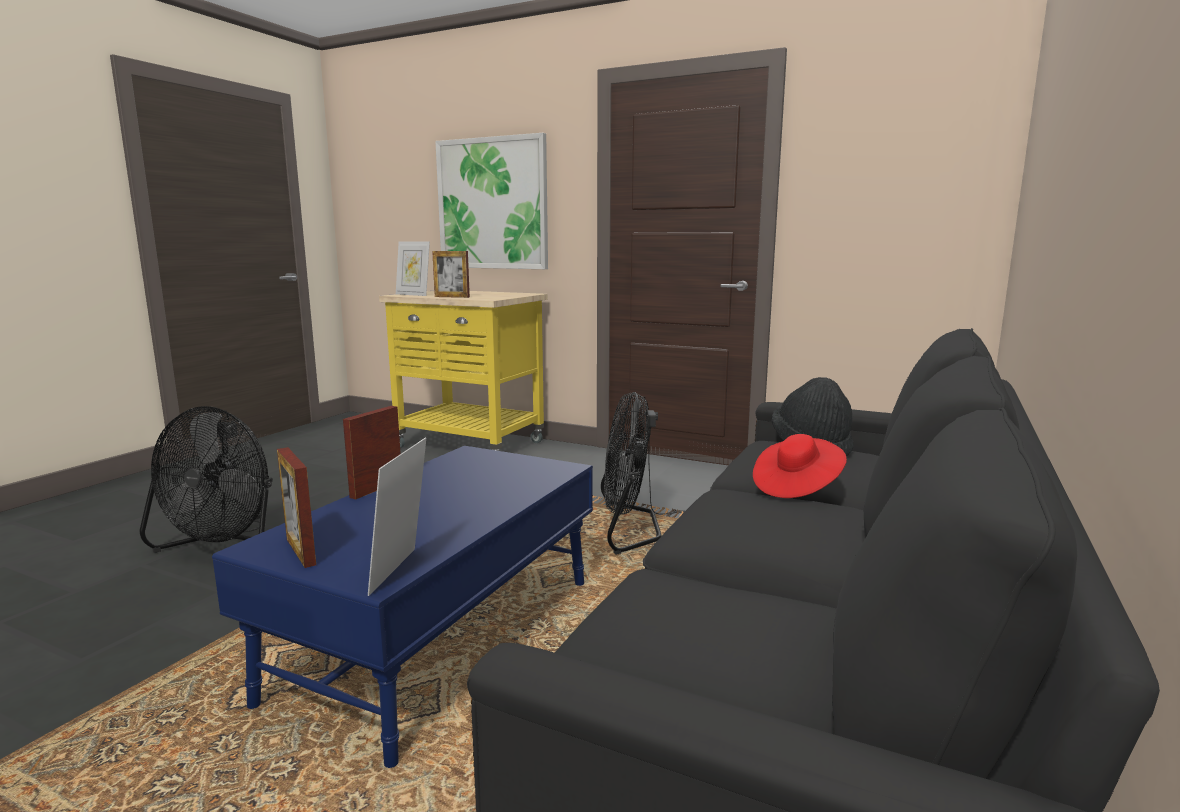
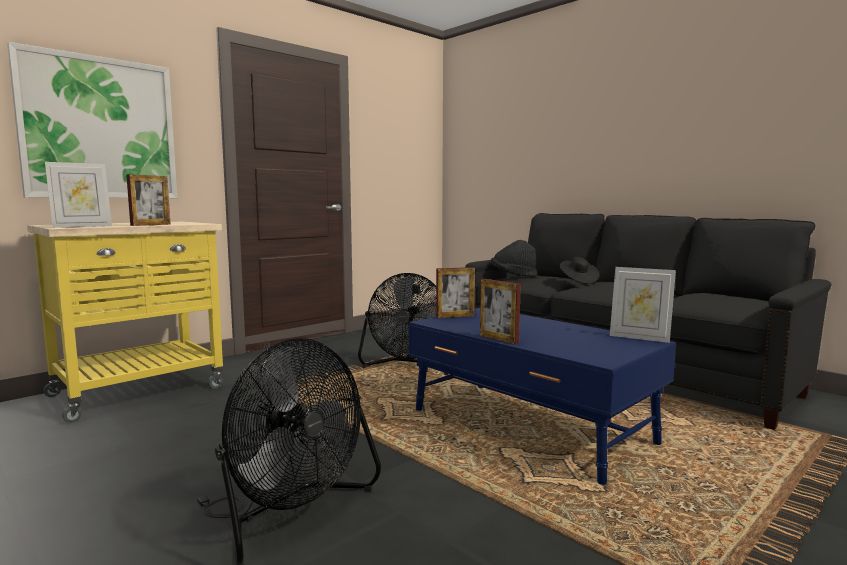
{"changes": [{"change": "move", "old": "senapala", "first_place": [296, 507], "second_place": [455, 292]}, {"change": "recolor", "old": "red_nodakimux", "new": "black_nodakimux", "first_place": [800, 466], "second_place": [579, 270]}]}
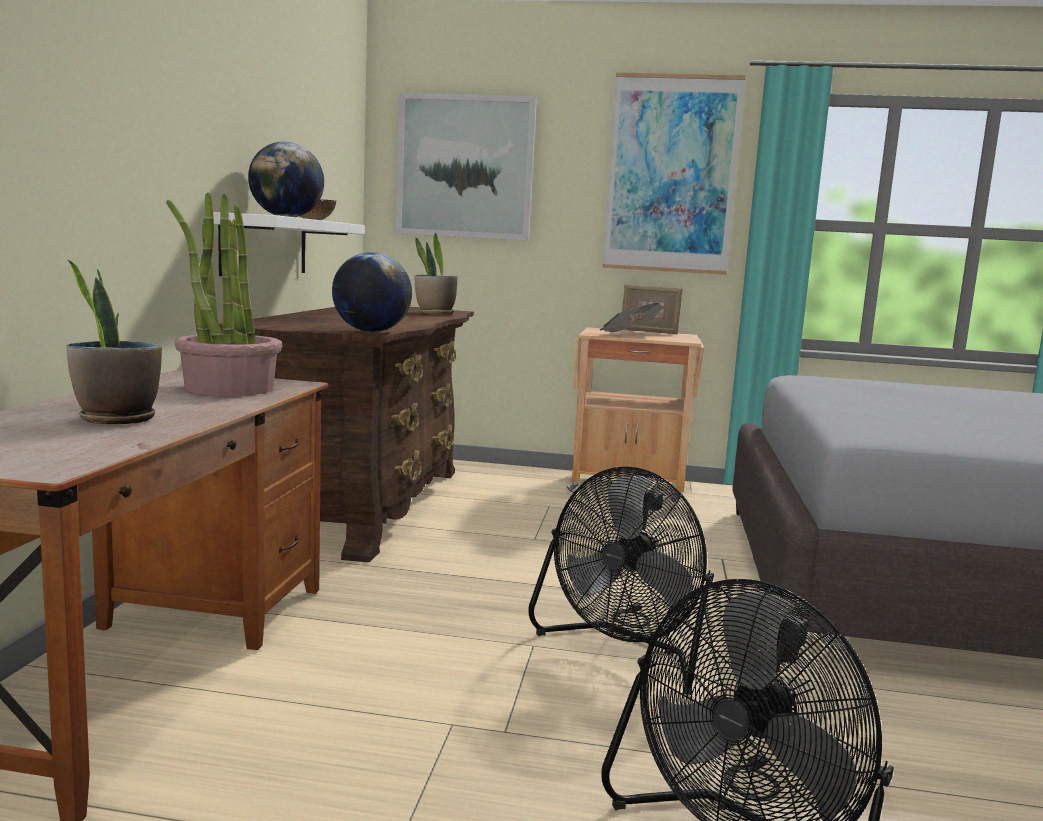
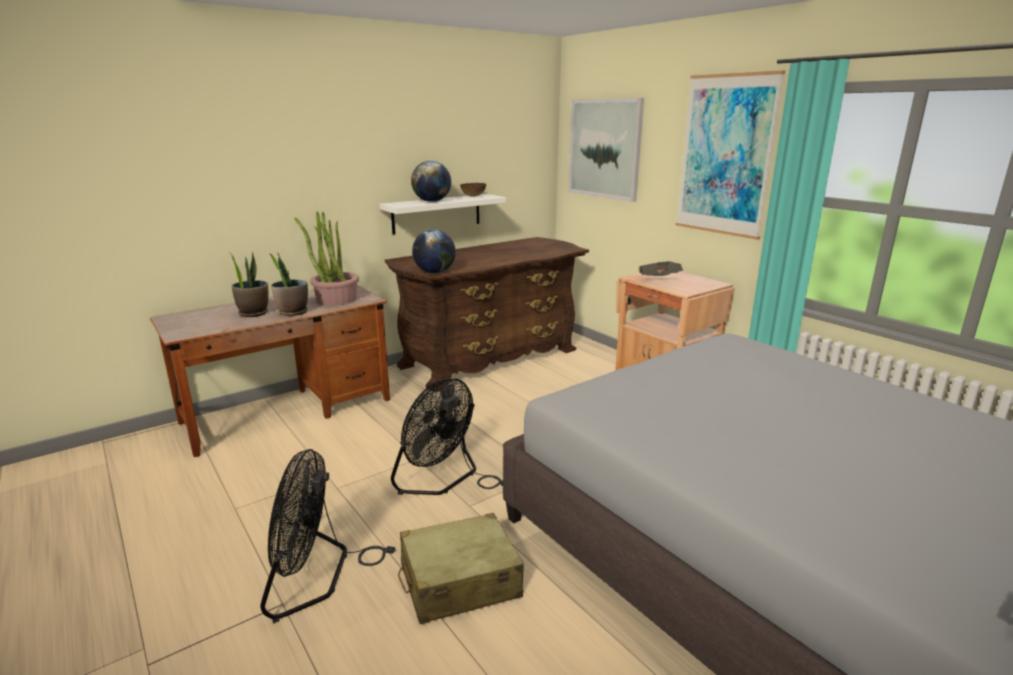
{"changes": [{"change": "move", "old": "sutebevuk", "first_place": [435, 274], "second_place": [288, 284]}, {"change": "rotate", "old": "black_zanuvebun", "first_place": [621, 581], "second_place": [447, 436], "degrees": 45}, {"change": "delete", "old": "senapala", "first_place": [652, 309]}, {"change": "insert", "new": "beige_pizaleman", "second_place": [461, 568]}]}
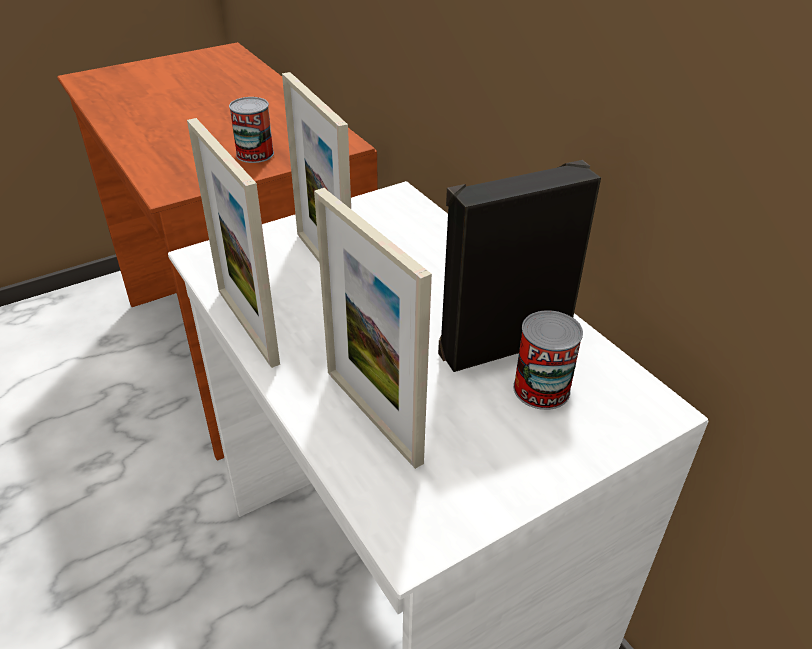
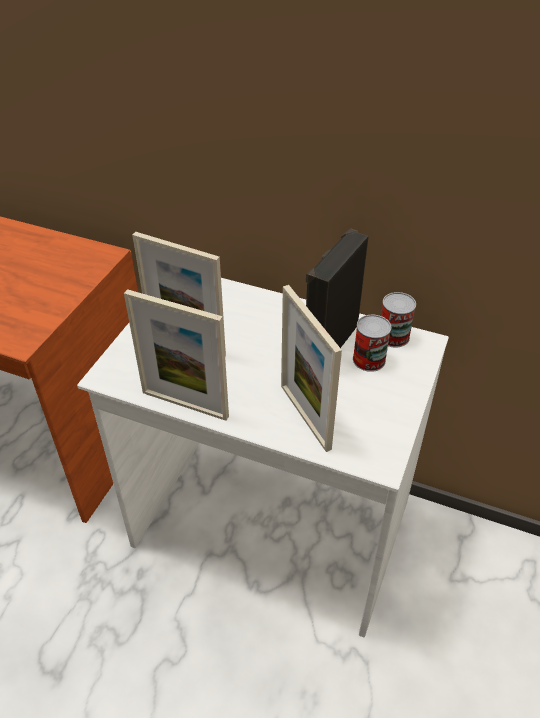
{"changes": [{"change": "move", "old": "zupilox", "first_place": [251, 130], "second_place": [398, 320]}, {"change": "rotate", "old": "senapala", "first_place": [373, 328], "second_place": [311, 368], "degrees": 45}]}
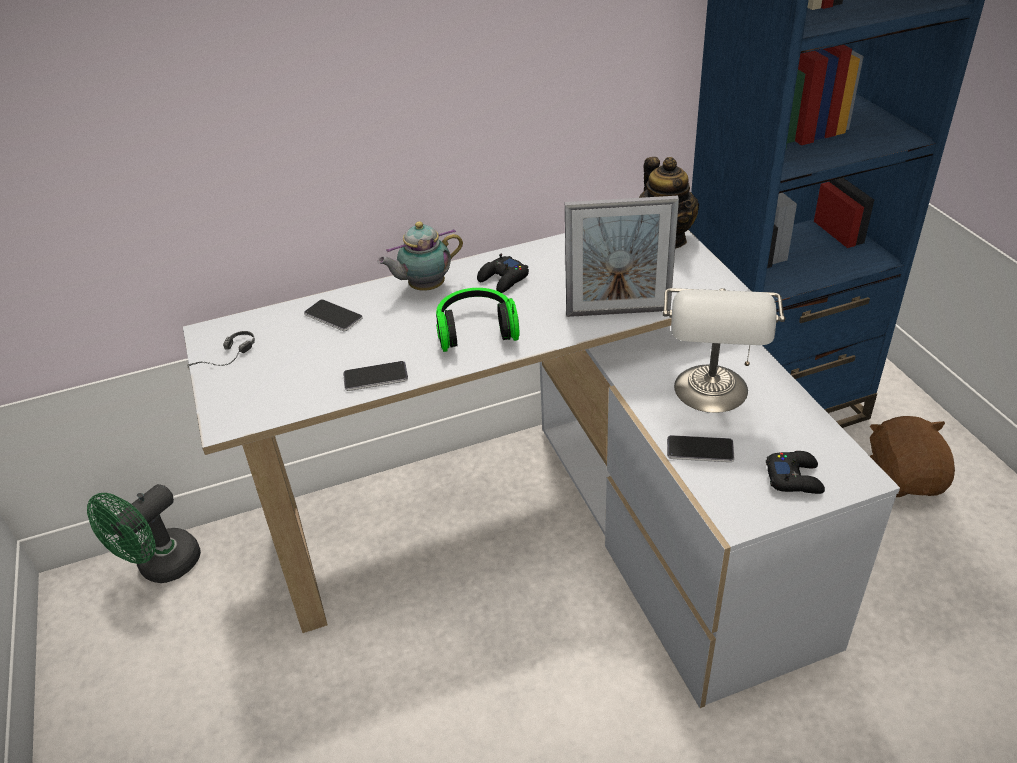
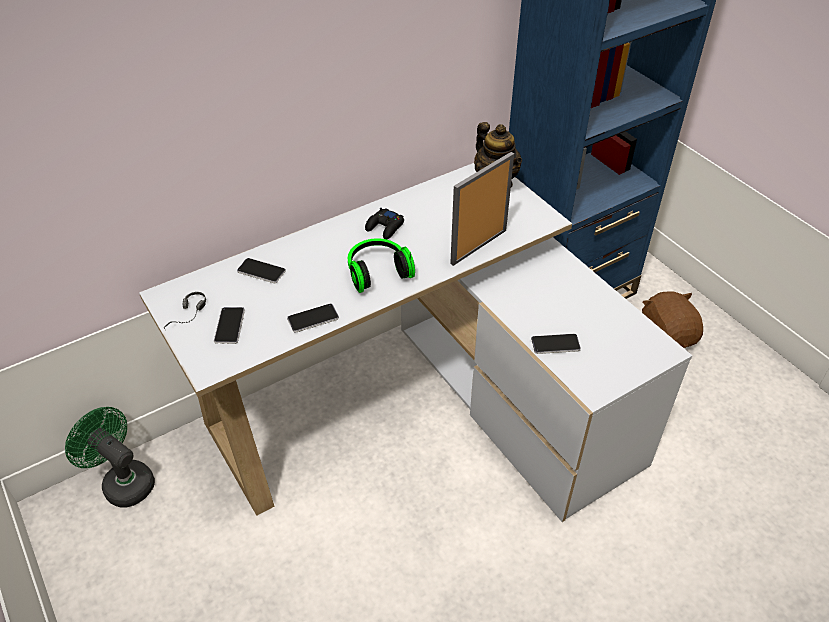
{"changes": [{"change": "rotate", "old": "green_zanuvebun", "first_place": [144, 533], "second_place": [110, 457], "degrees": 105}, {"change": "delete", "old": "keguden", "first_place": [420, 256]}, {"change": "rotate", "old": "senapala", "first_place": [622, 256], "second_place": [482, 209], "degrees": 150}, {"change": "delete", "old": "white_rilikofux", "first_place": [723, 350]}, {"change": "delete", "old": "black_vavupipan", "first_place": [795, 472]}, {"change": "insert", "new": "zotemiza", "second_place": [229, 325]}]}
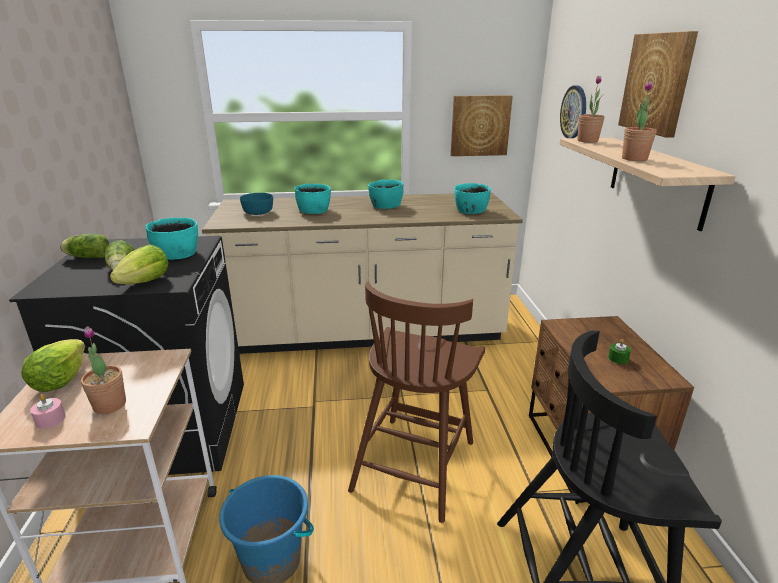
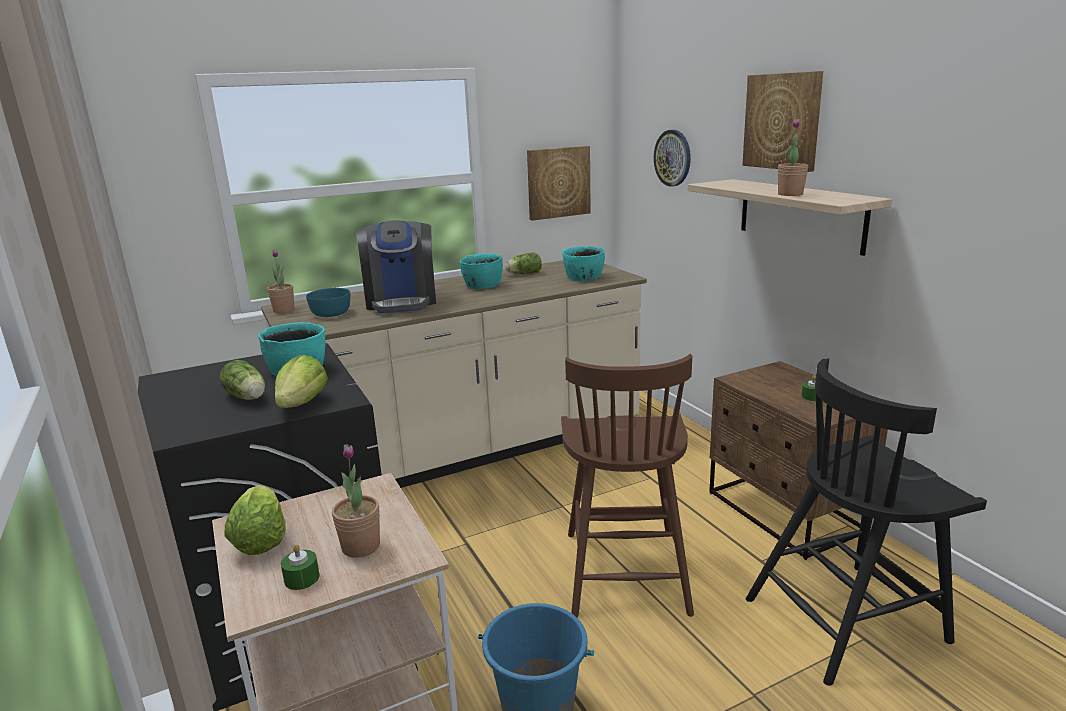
{"changes": [{"change": "recolor", "old": "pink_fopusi", "new": "green_fopusi", "first_place": [48, 411], "second_place": [300, 567]}, {"change": "move", "old": "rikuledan", "first_place": [84, 246], "second_place": [523, 263]}, {"change": "replace", "old": "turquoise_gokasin", "new": "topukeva", "first_place": [313, 199], "second_place": [396, 266]}, {"change": "move", "old": "sutebevuk", "first_place": [591, 109], "second_place": [280, 281]}]}
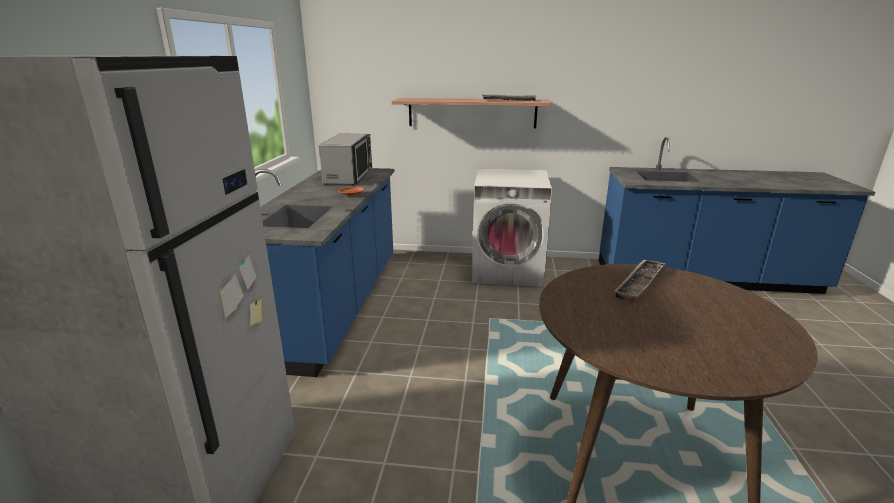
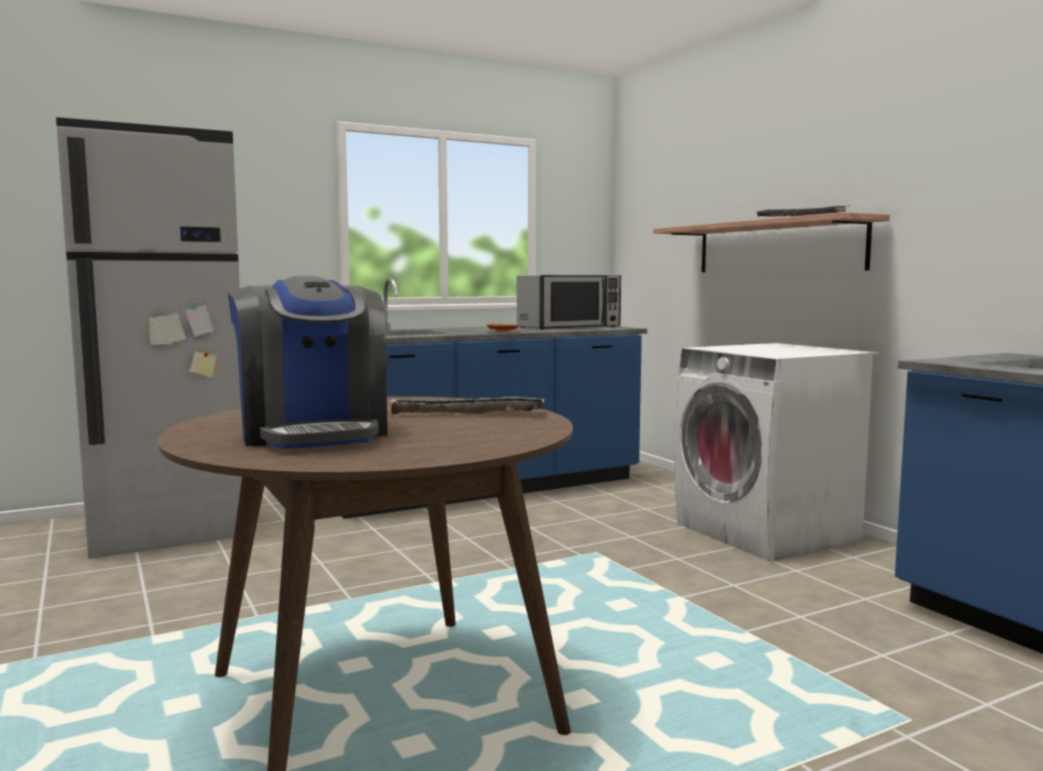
{"changes": [{"change": "insert", "new": "topukeva", "second_place": [307, 362]}]}
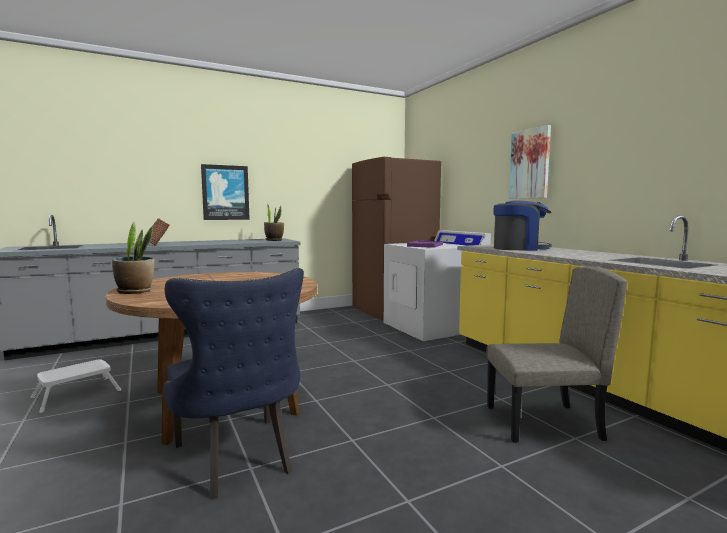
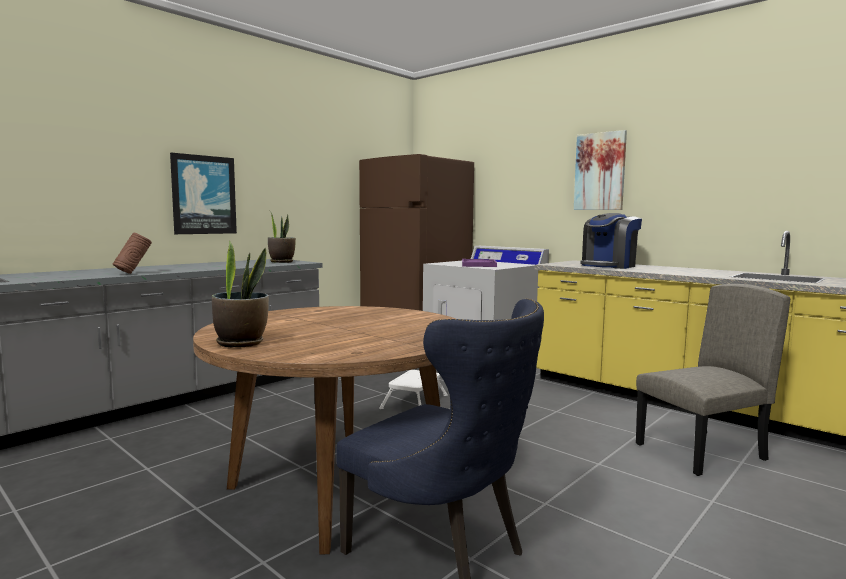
{"changes": [{"change": "move", "old": "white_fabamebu", "first_place": [76, 386], "second_place": [413, 389]}, {"change": "rotate", "old": "topukeva", "first_place": [522, 226], "second_place": [611, 241], "degrees": 150}]}
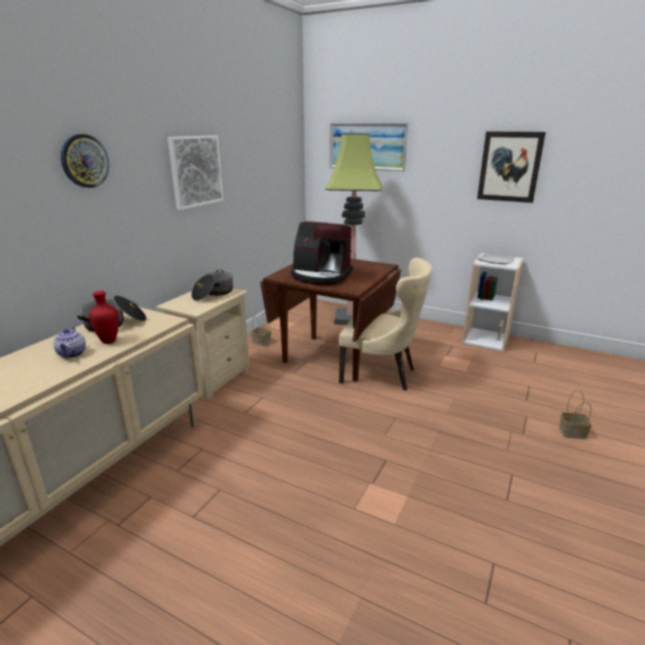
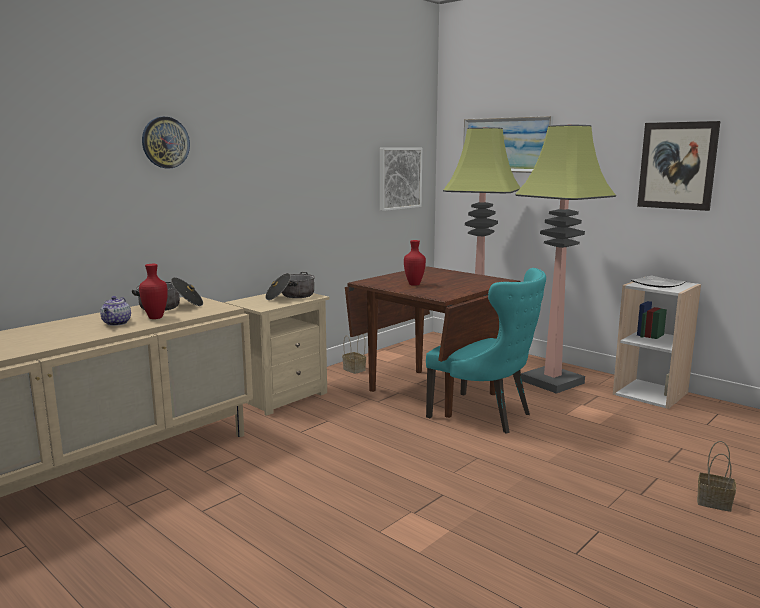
{"changes": [{"change": "move", "old": "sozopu", "first_place": [195, 172], "second_place": [401, 179]}, {"change": "replace", "old": "topukeva", "new": "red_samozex", "first_place": [322, 253], "second_place": [415, 263]}, {"change": "recolor", "old": "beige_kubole", "new": "turquoise_kubole", "first_place": [385, 324], "second_place": [486, 351]}, {"change": "insert", "new": "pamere", "second_place": [565, 259]}]}
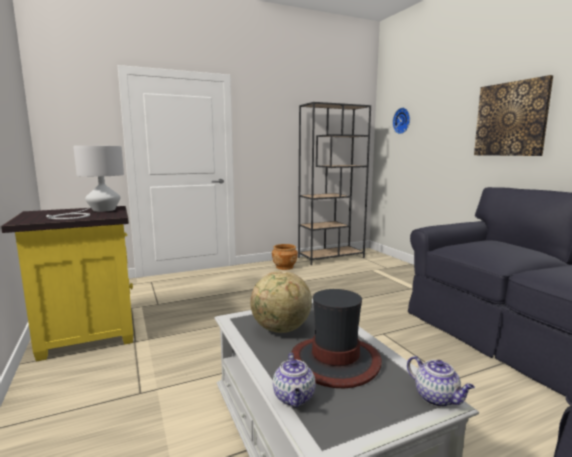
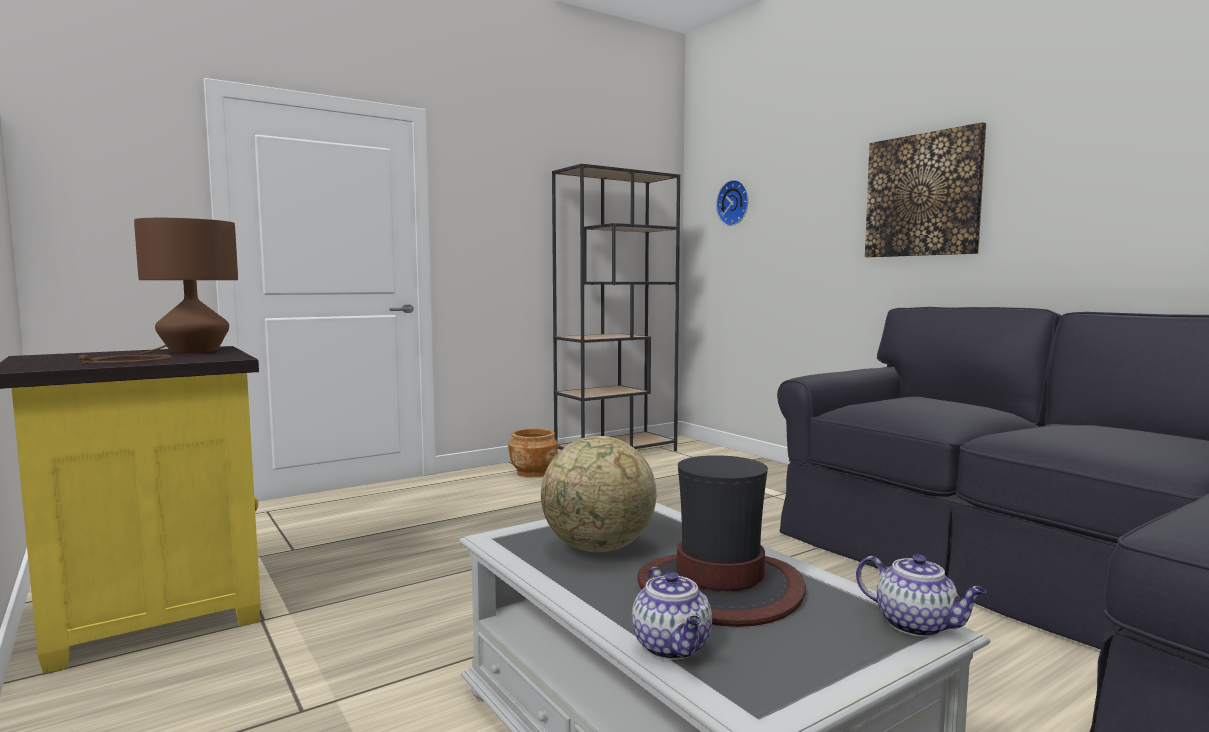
{"changes": [{"change": "recolor", "old": "white_rilikofux", "new": "brown_rilikofux", "first_place": [85, 182], "second_place": [158, 291]}]}
